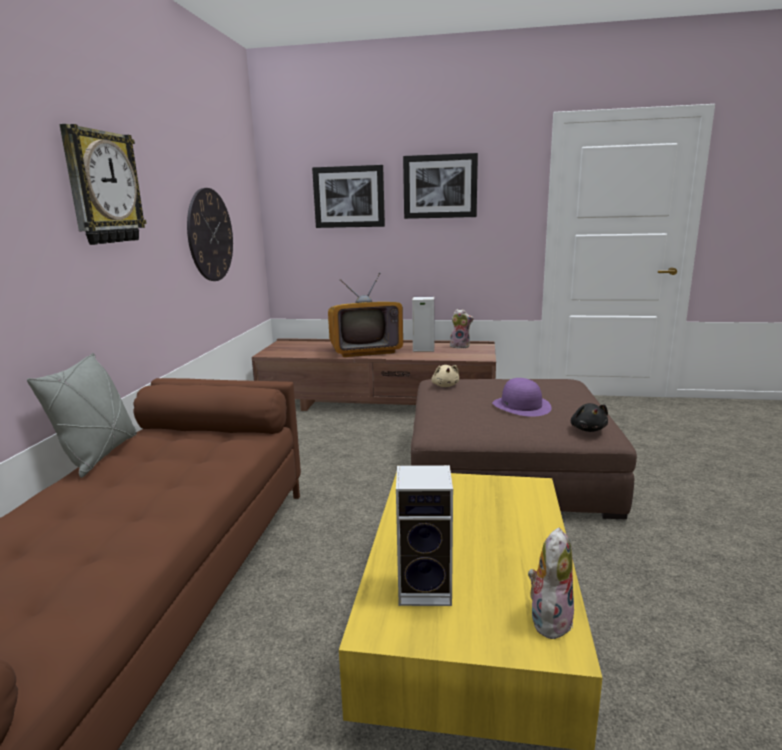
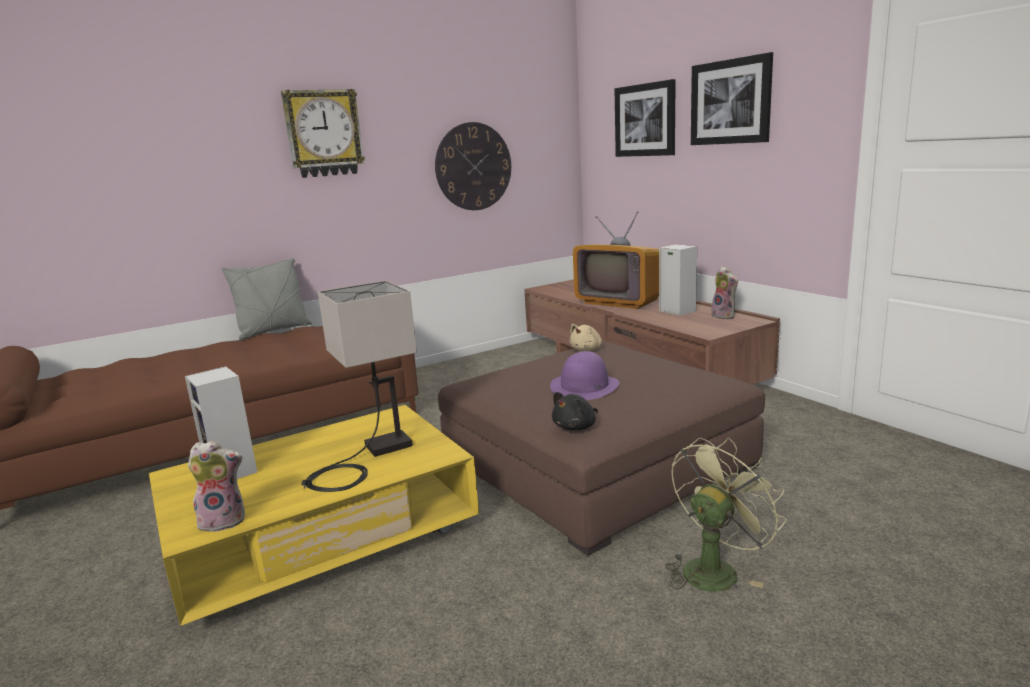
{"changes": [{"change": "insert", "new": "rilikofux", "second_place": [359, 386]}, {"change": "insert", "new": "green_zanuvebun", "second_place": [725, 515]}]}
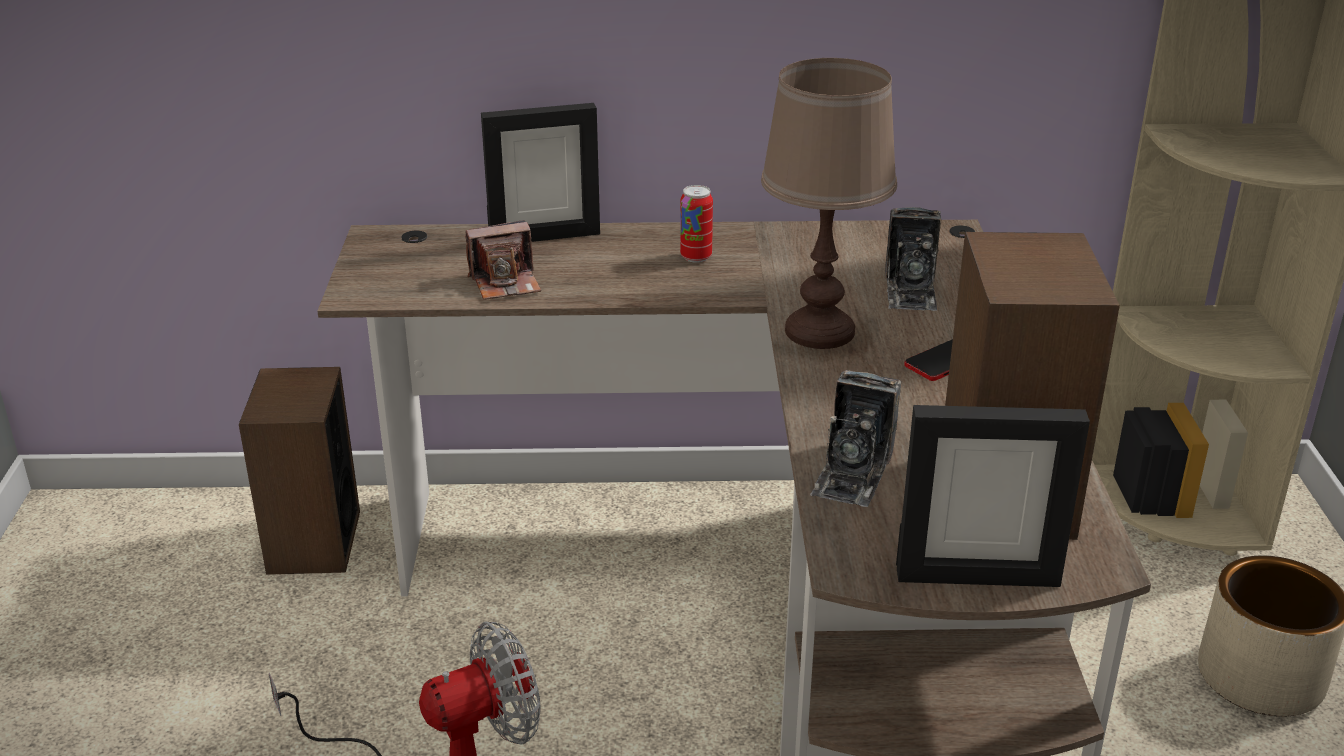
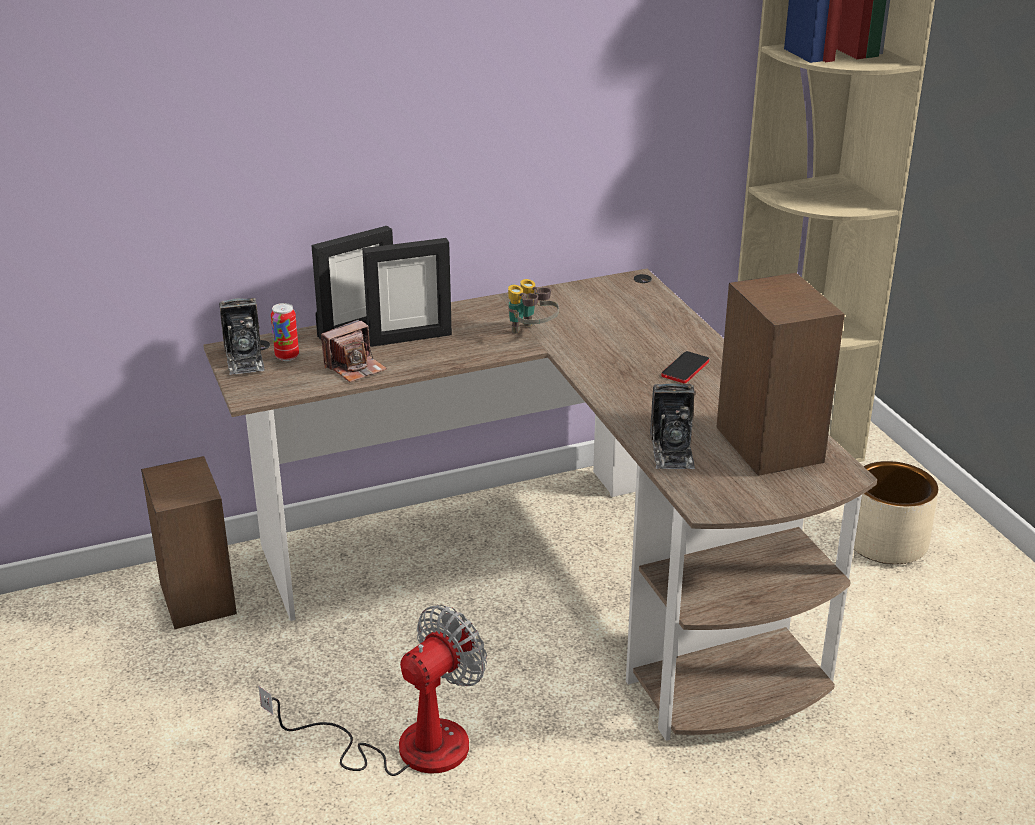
{"changes": [{"change": "move", "old": "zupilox", "first_place": [696, 224], "second_place": [285, 332]}, {"change": "delete", "old": "brown_rilikofux", "first_place": [829, 203]}, {"change": "move", "old": "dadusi", "first_place": [913, 259], "second_place": [242, 336]}, {"change": "move", "old": "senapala", "first_place": [993, 496], "second_place": [407, 292]}, {"change": "insert", "new": "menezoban", "second_place": [533, 306]}]}
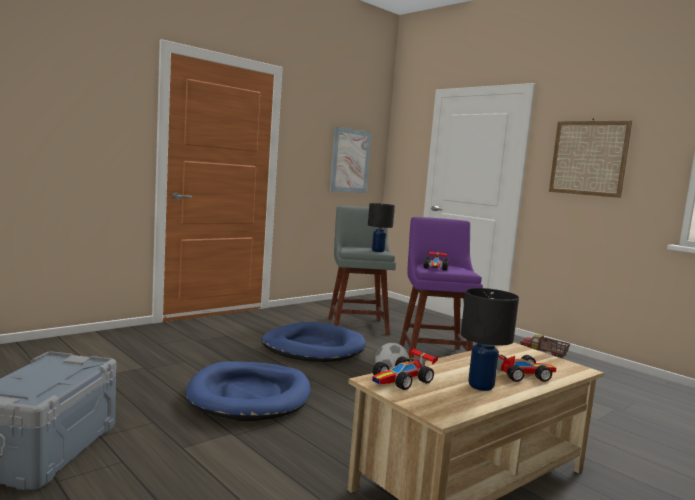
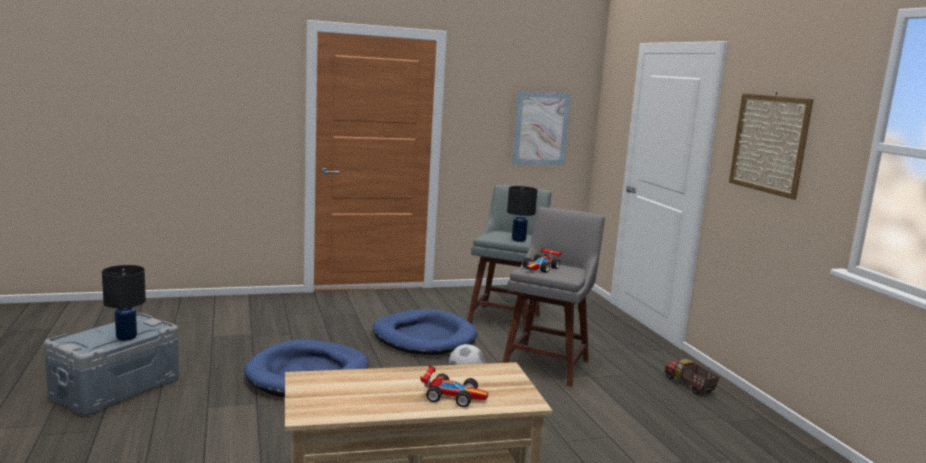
{"changes": [{"change": "delete", "old": "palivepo", "first_place": [405, 368]}, {"change": "recolor", "old": "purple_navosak", "new": "grey_navosak", "first_place": [441, 288], "second_place": [553, 297]}, {"change": "move", "old": "black_rilikofux", "first_place": [490, 339], "second_place": [124, 303]}]}
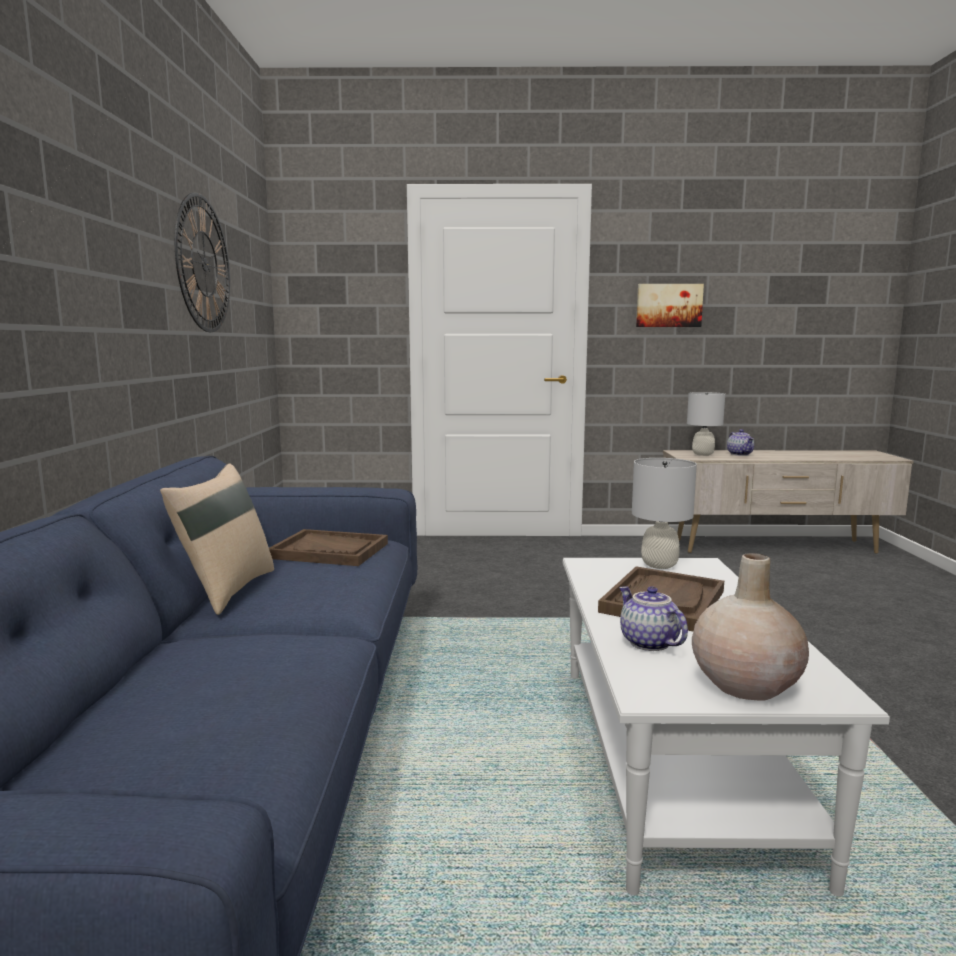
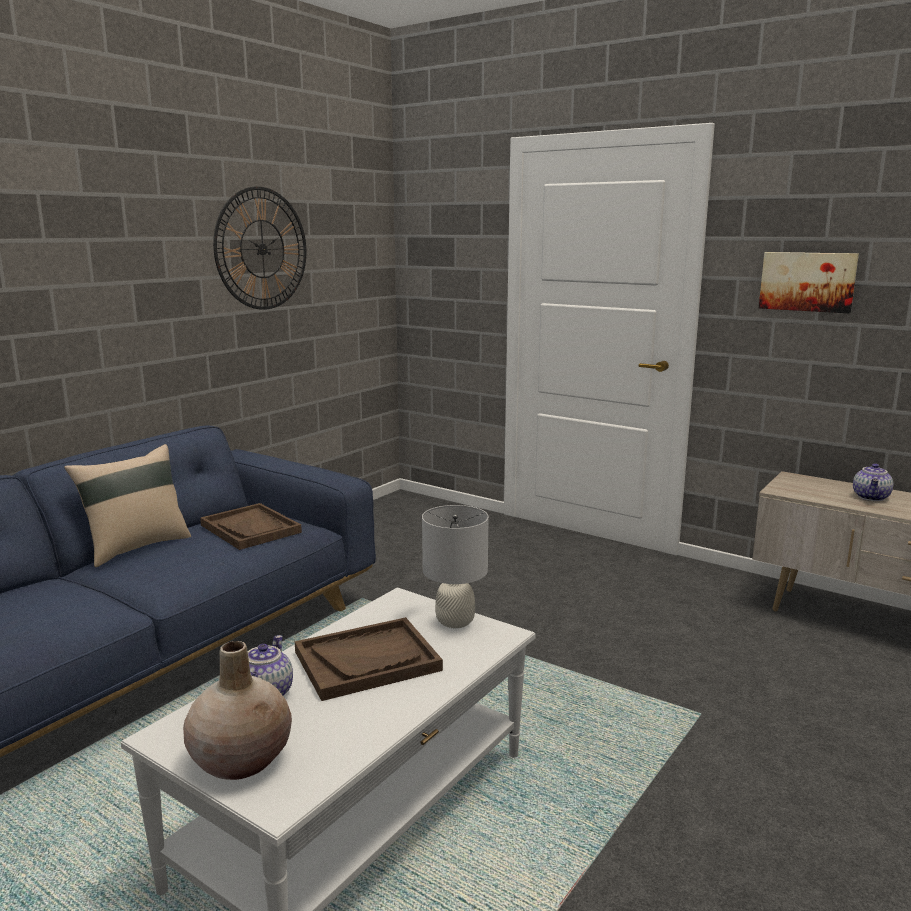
{"changes": [{"change": "delete", "old": "grey_rilikofux", "first_place": [706, 424]}]}
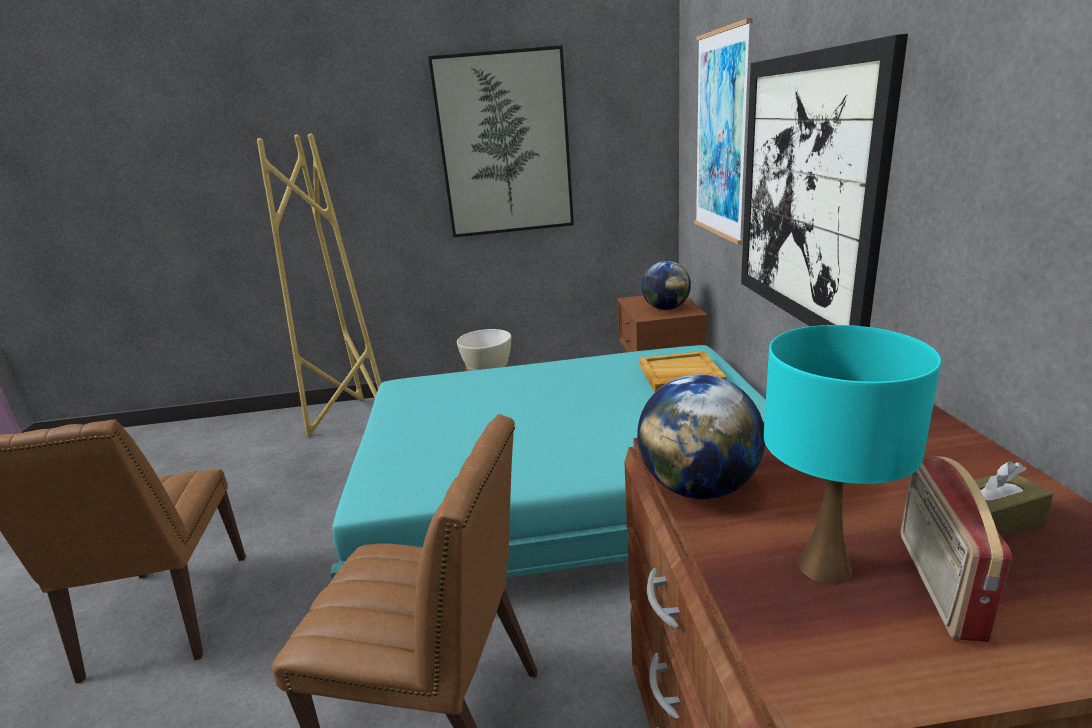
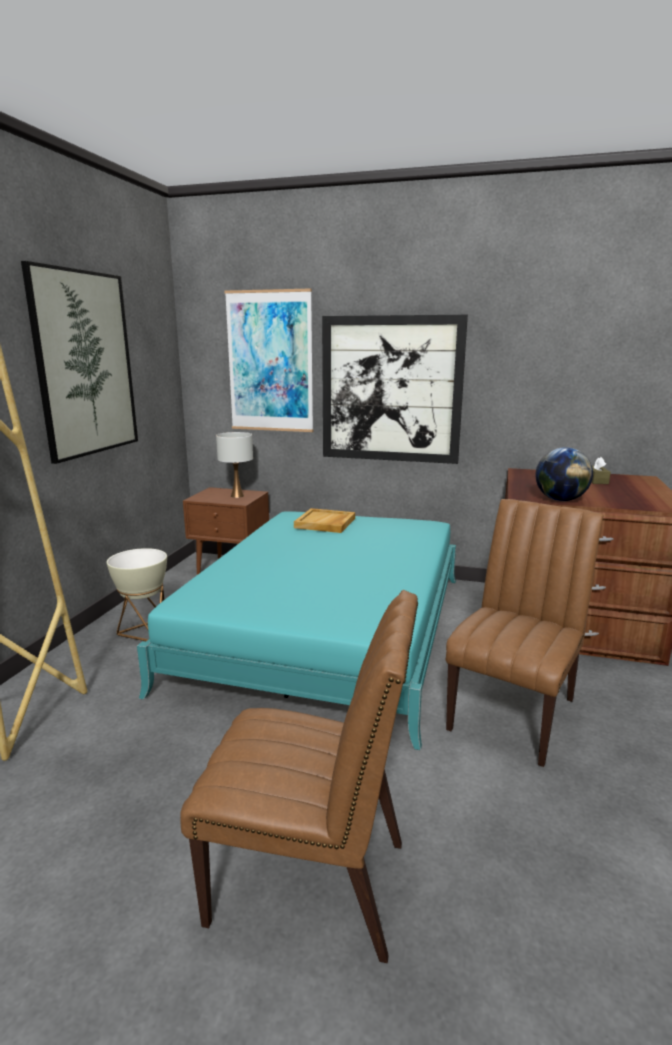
{"changes": [{"change": "replace", "old": "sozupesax", "new": "white_rilikofux", "first_place": [666, 285], "second_place": [234, 465]}, {"change": "delete", "old": "turquoise_rilikofux", "first_place": [852, 455]}, {"change": "delete", "old": "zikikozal", "first_place": [956, 549]}]}
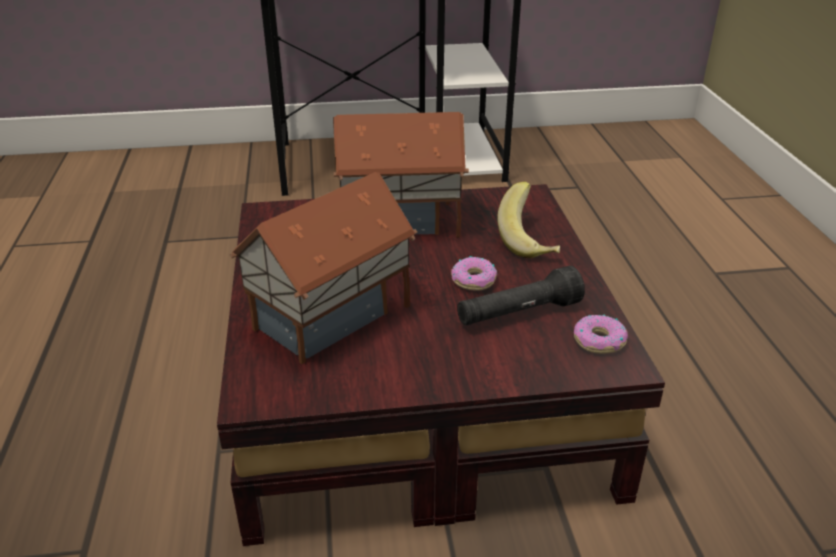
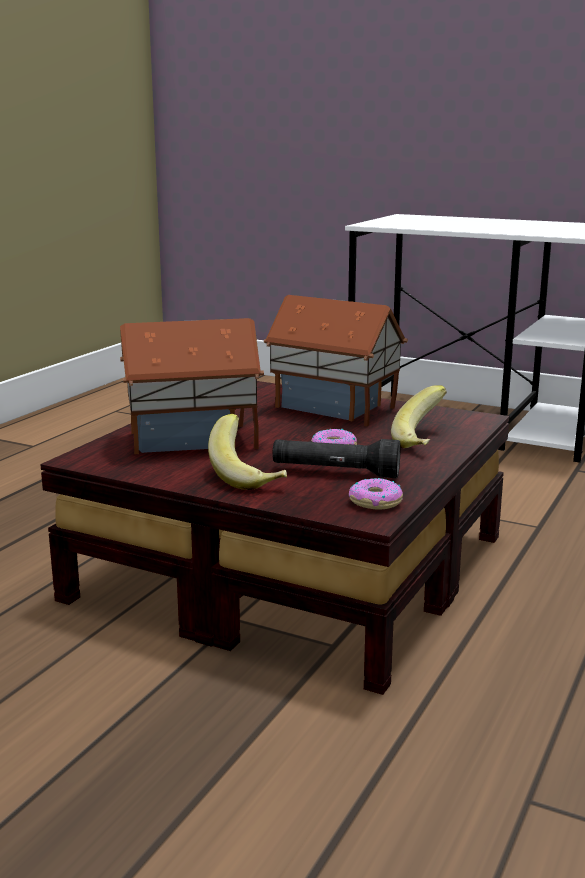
{"changes": [{"change": "insert", "new": "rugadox", "second_place": [247, 452]}]}
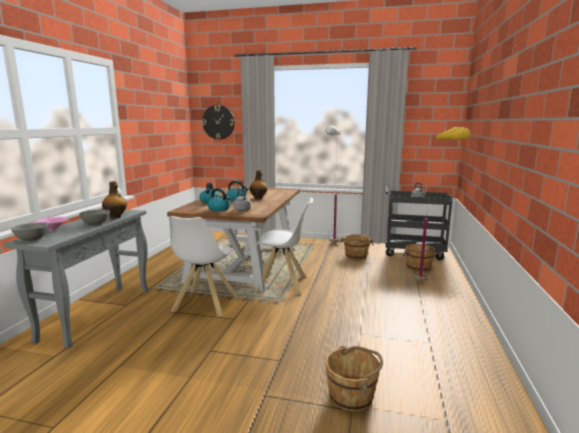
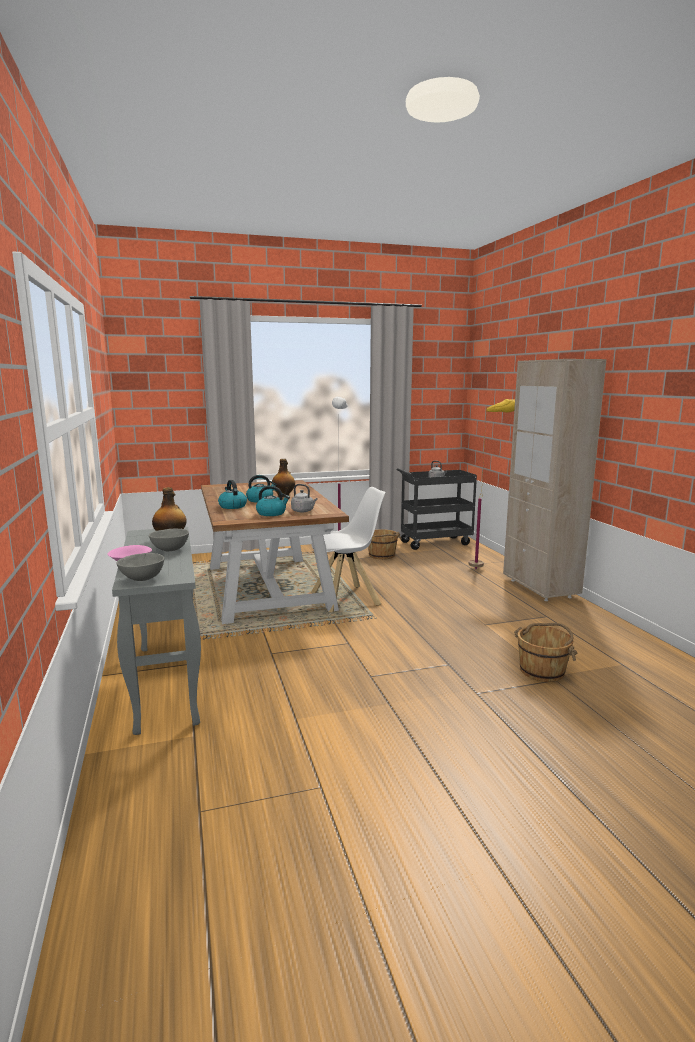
{"changes": [{"change": "delete", "old": "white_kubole", "first_place": [203, 266]}, {"change": "delete", "old": "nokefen", "first_place": [218, 122]}, {"change": "delete", "old": "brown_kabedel", "first_place": [419, 258]}, {"change": "insert", "new": "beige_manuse", "second_place": [555, 480]}]}
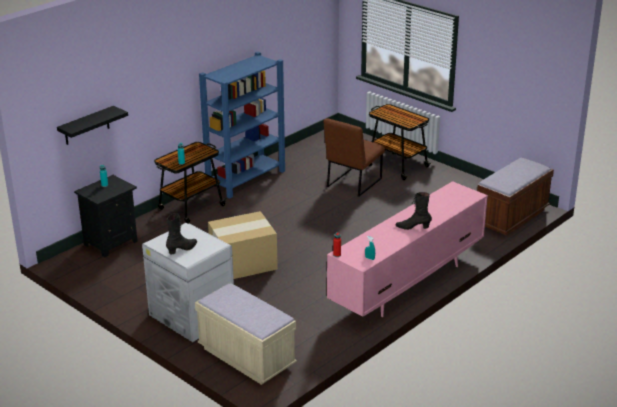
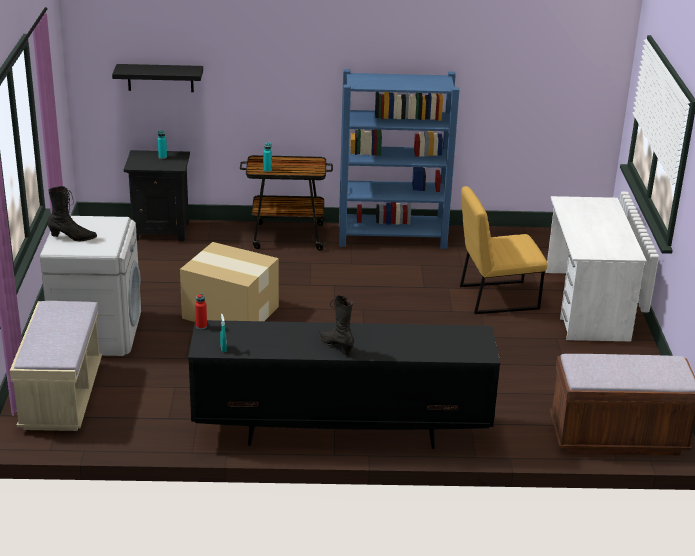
{"changes": [{"change": "recolor", "old": "brown_kubole", "new": "yellow_kubole", "first_place": [354, 157], "second_place": [503, 250]}, {"change": "recolor", "old": "pink_manuse", "new": "black_manuse", "first_place": [407, 249], "second_place": [344, 384]}, {"change": "replace", "old": "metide", "new": "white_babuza", "first_place": [399, 142], "second_place": [596, 269]}]}
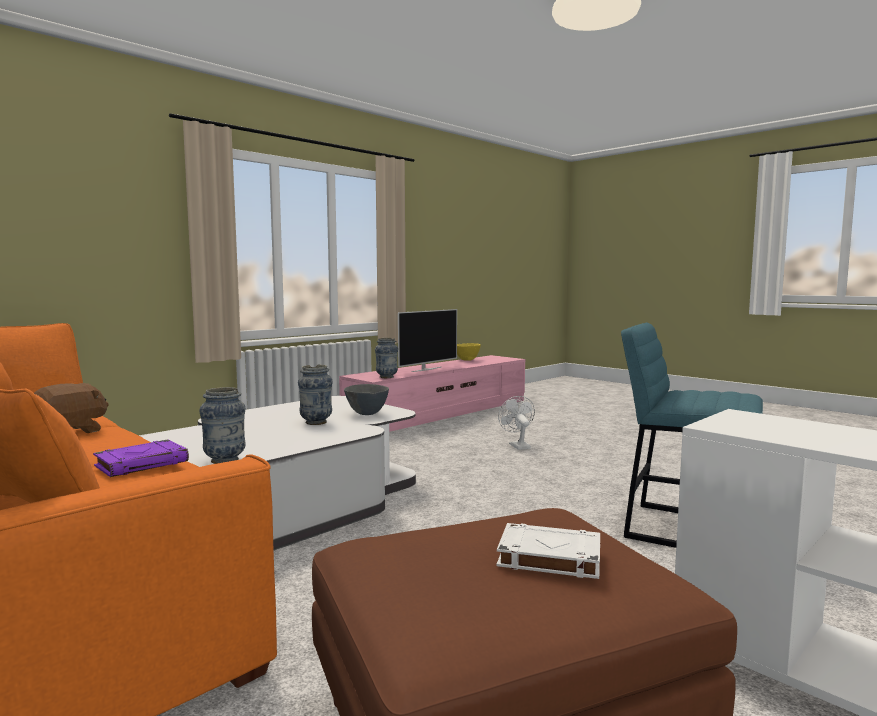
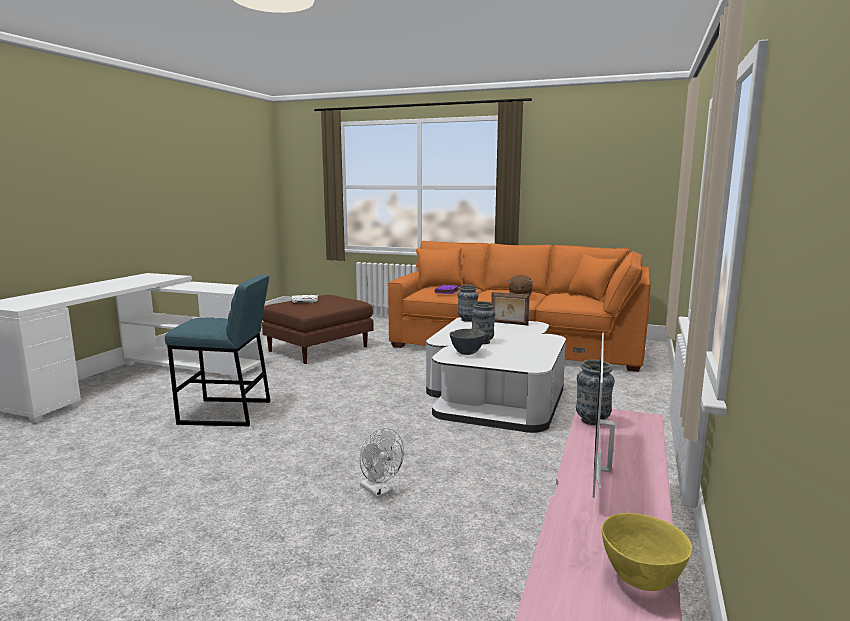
{"changes": [{"change": "insert", "new": "senapala", "second_place": [510, 308]}]}
